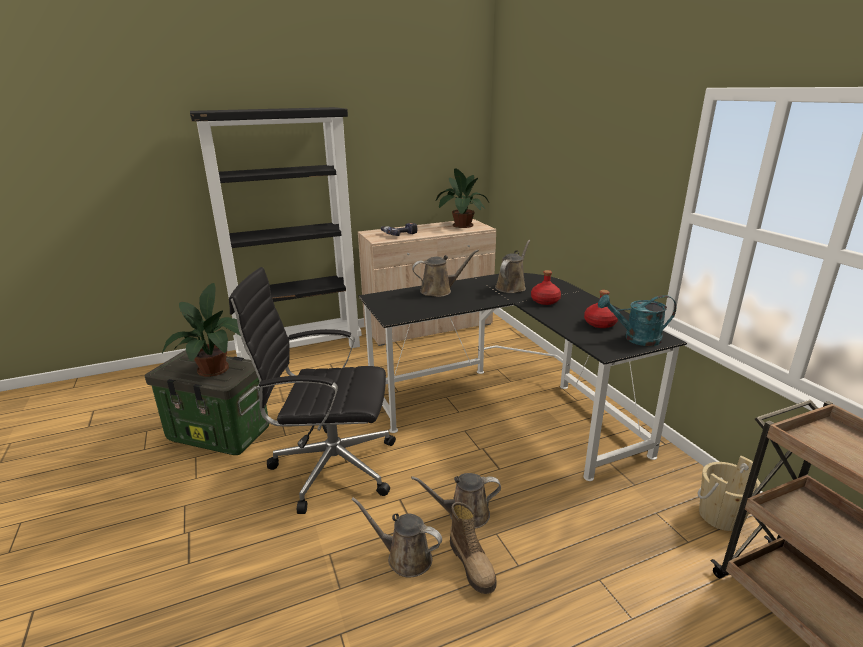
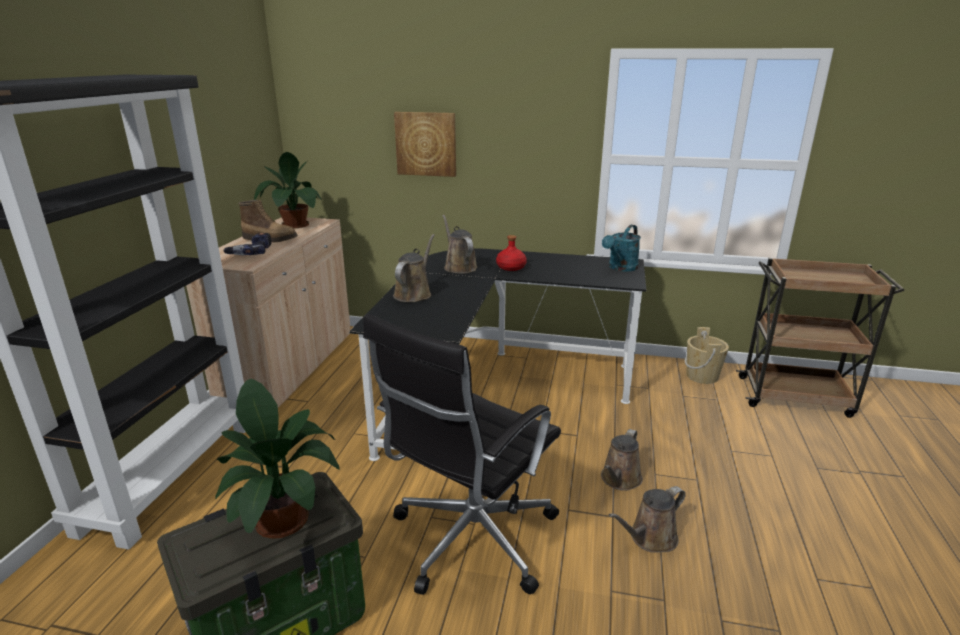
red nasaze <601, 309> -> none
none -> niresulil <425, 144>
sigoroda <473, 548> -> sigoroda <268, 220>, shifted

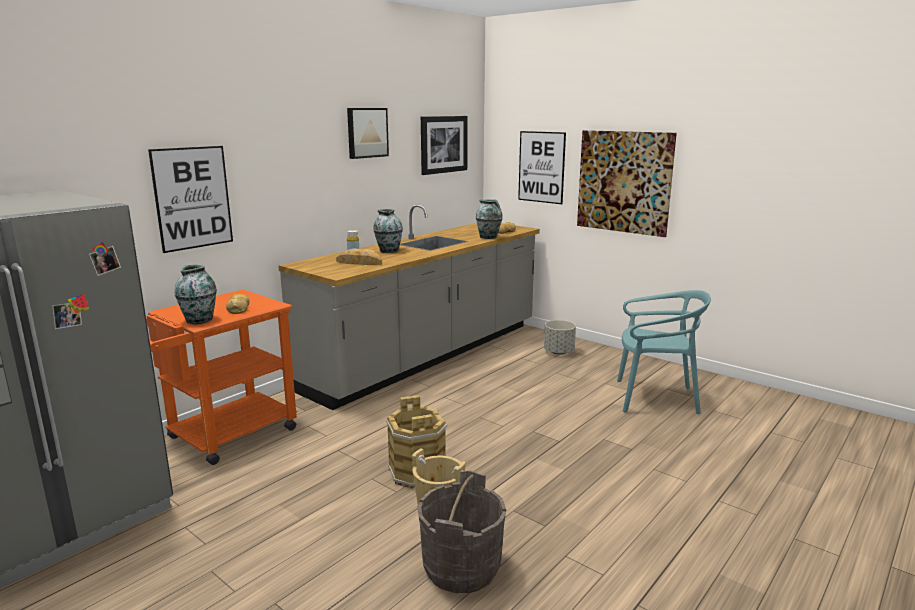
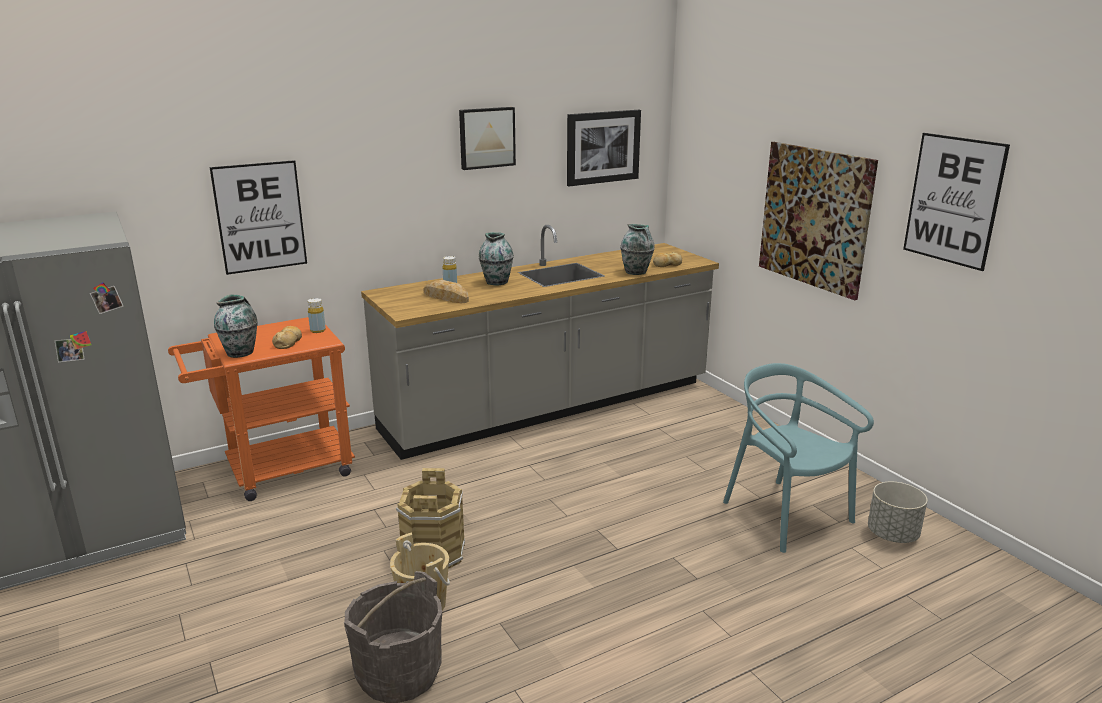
none -> yellow nasaze <317, 315>
niresulil <542, 167> -> niresulil <956, 202>, shifted
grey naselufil <560, 337> -> grey naselufil <897, 512>, shifted
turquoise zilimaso <664, 352> -> turquoise zilimaso <798, 458>, 150 degrees counterclockwise

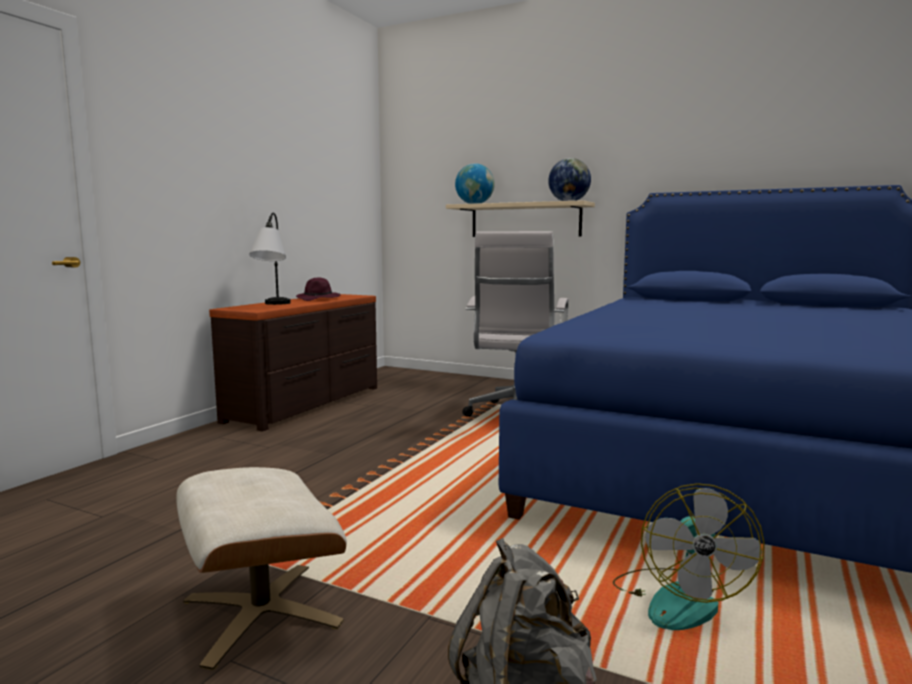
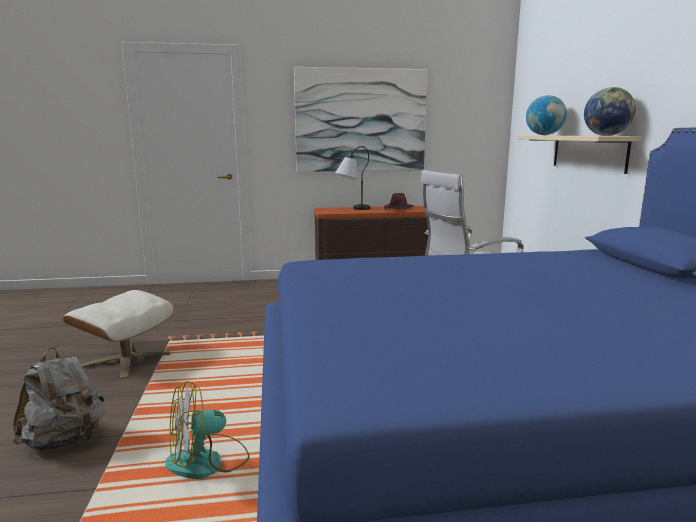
none -> niresulil <361, 119>

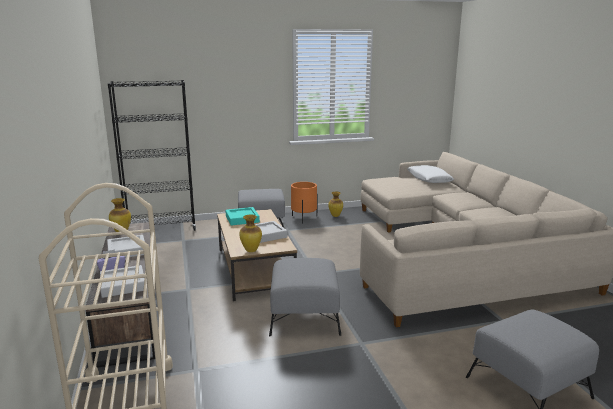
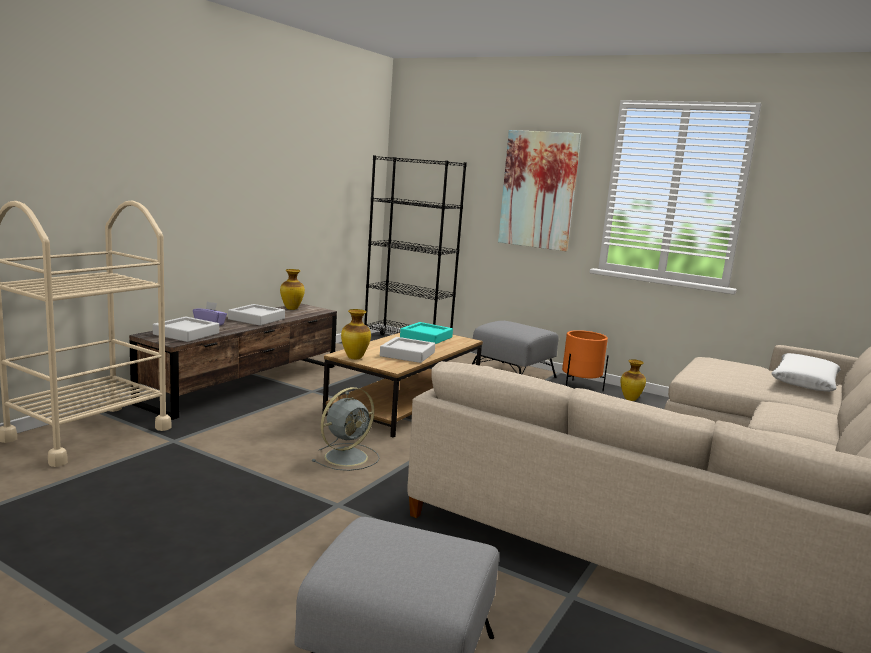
none -> niresulil <539, 190>
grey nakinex <305, 297> -> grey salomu <346, 429>

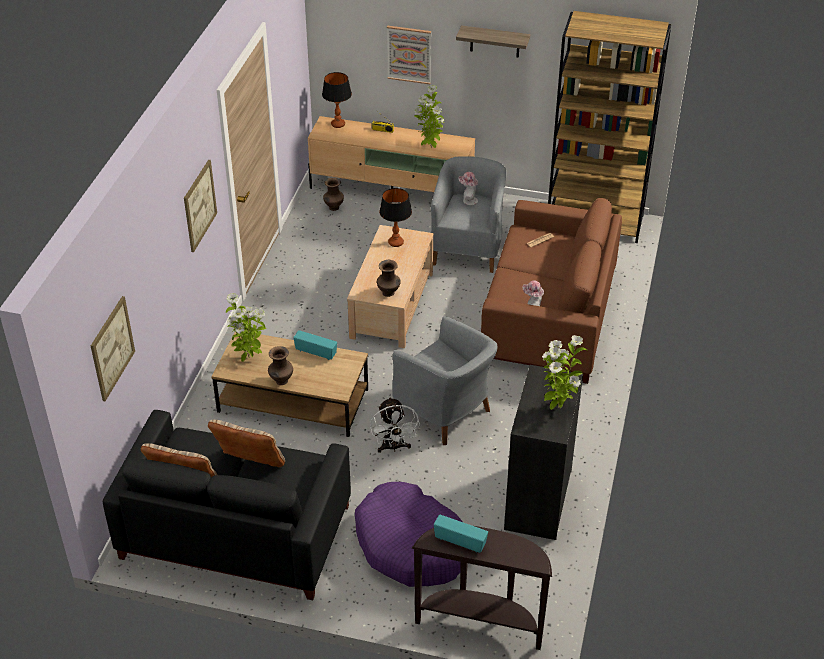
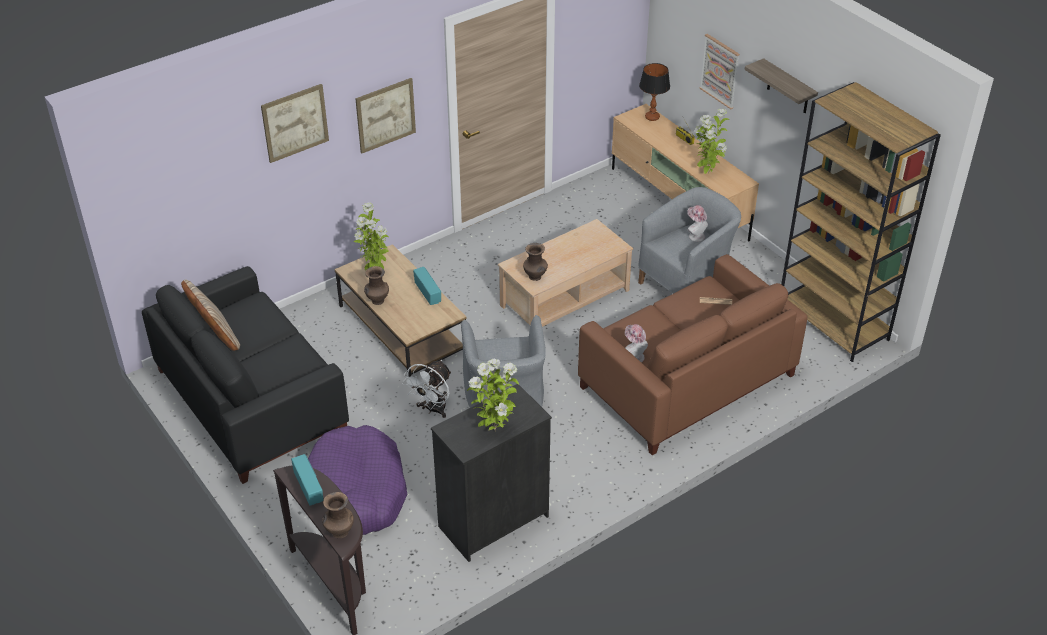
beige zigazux <246, 443> -> none
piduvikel <395, 217> -> none
niresulil <113, 348> -> niresulil <295, 123>, shifted
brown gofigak <333, 194> -> brown gofigak <338, 515>, shifted

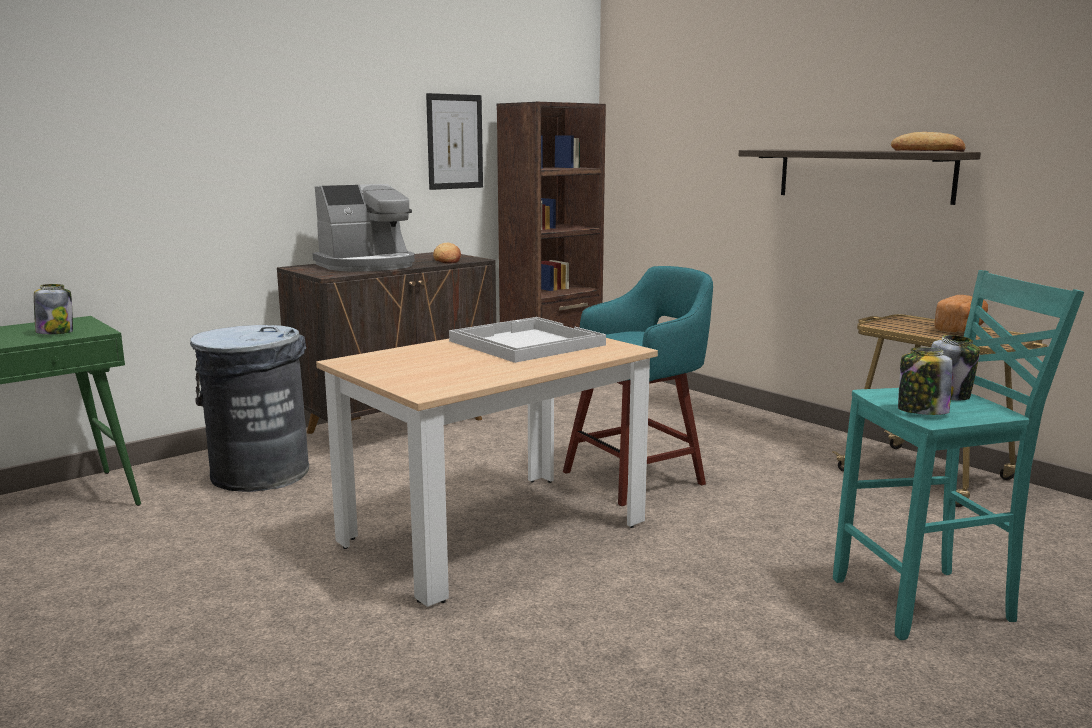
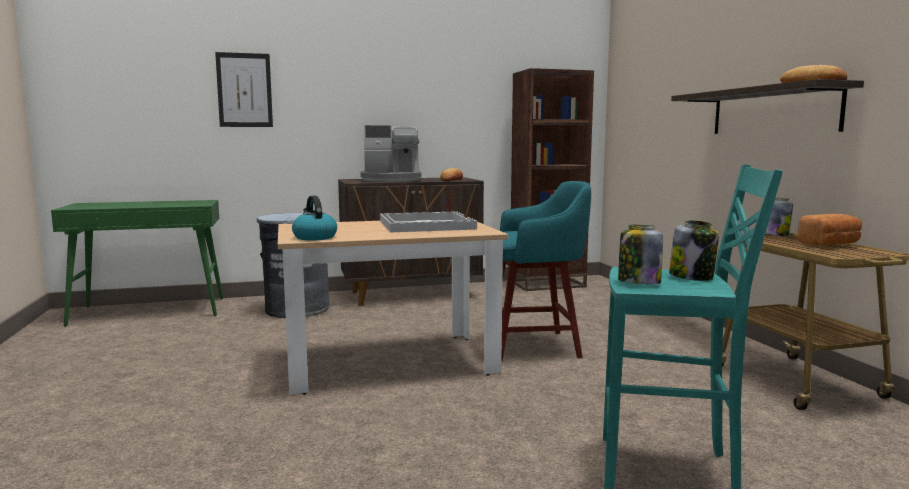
none -> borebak <314, 218>
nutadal <53, 309> -> nutadal <779, 216>, shifted
niresulil <454, 141> -> niresulil <244, 89>, shifted

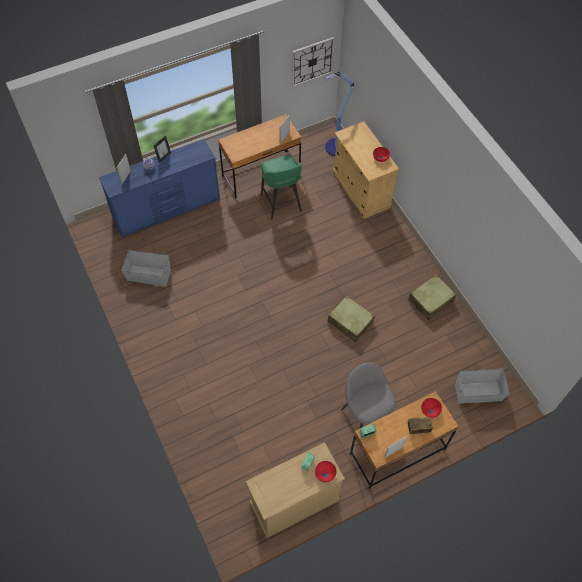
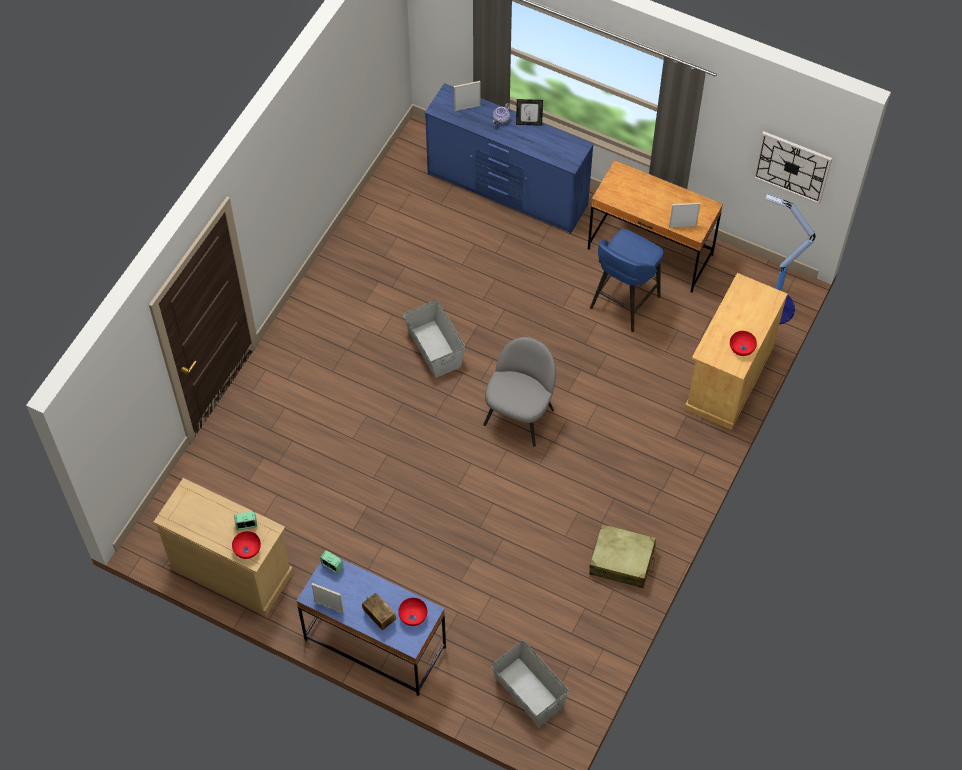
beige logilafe <351, 318> -> none
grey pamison <146, 268> -> grey pamison <434, 339>, shifted
grey zilimaso <368, 395> -> grey zilimaso <519, 392>, shifted
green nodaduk <281, 187> -> blue nodaduk <626, 280>
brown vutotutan <404, 440> -> blue vutotutan <371, 626>

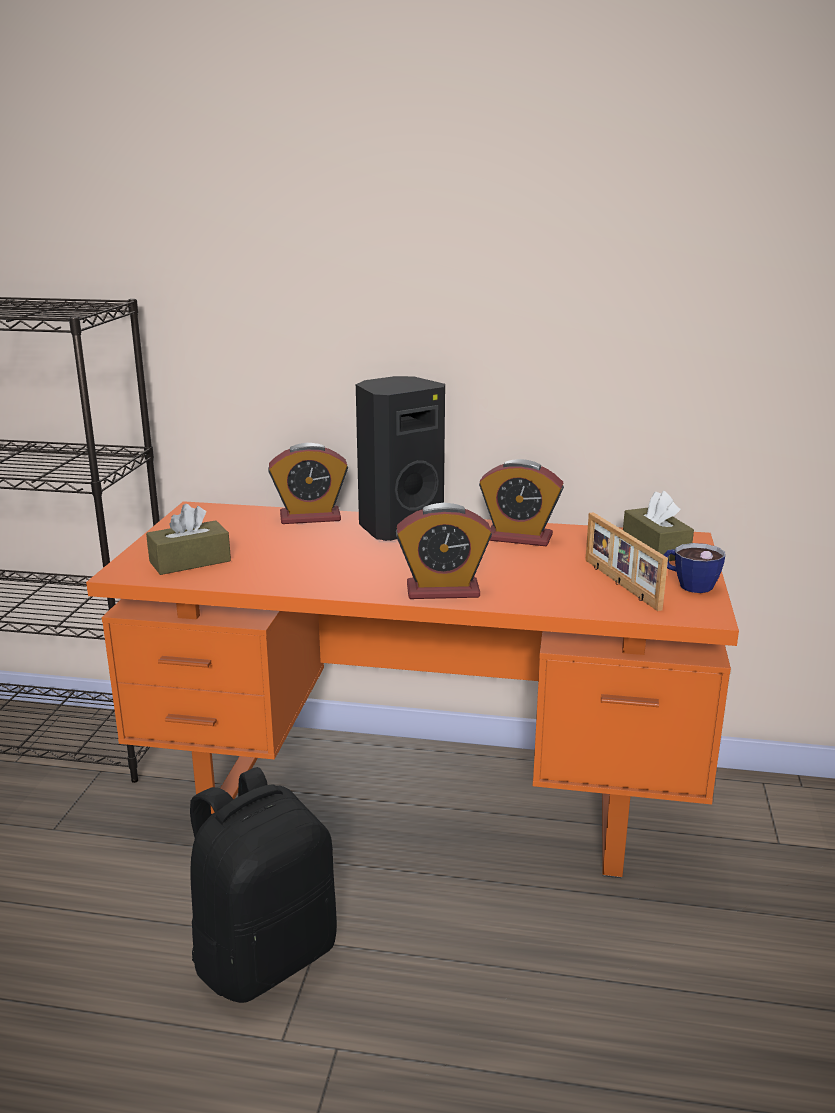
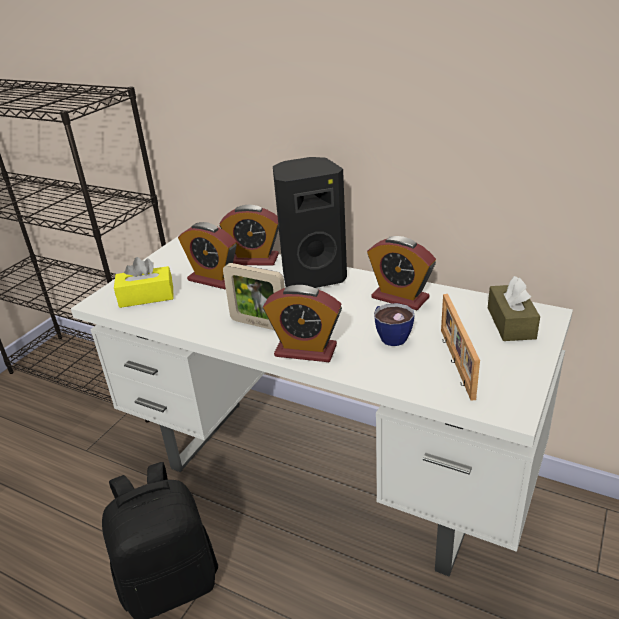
none -> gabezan <207, 255>
none -> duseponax <254, 296>
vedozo <694, 568> -> vedozo <394, 324>, shifted
orange vutotutan <412, 689> -> white vutotutan <322, 406>
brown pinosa <188, 539> -> yellow pinosa <144, 282>

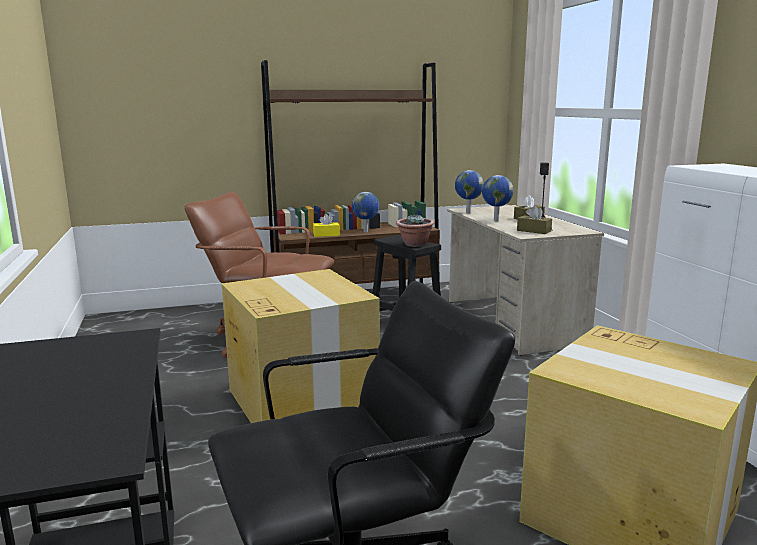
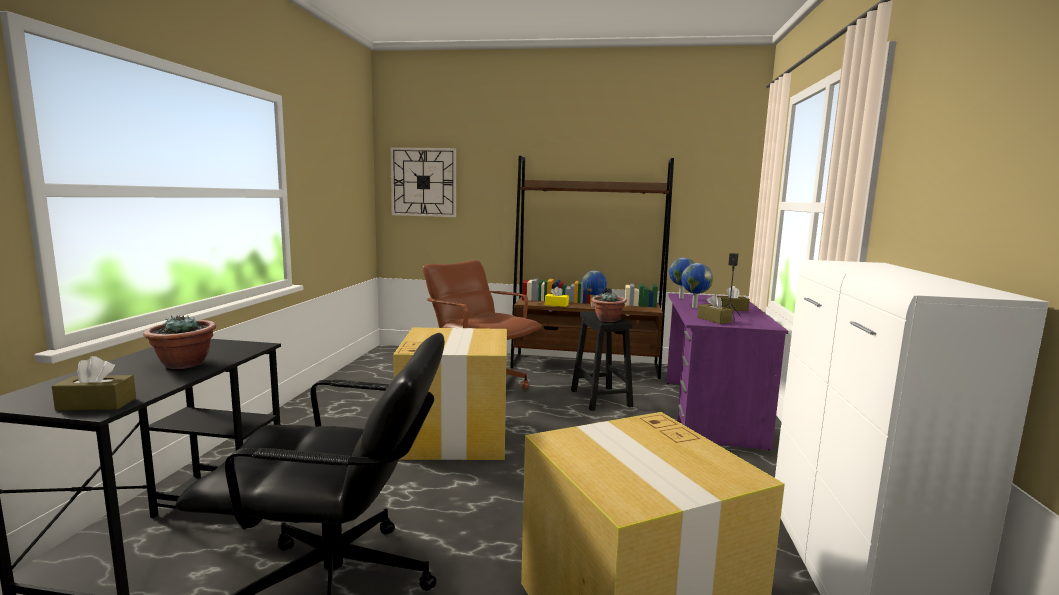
none -> brown pinosa <94, 383>
none -> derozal <179, 342>
none -> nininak <423, 182>
beige vutotutan <525, 280> -> purple vutotutan <727, 371>

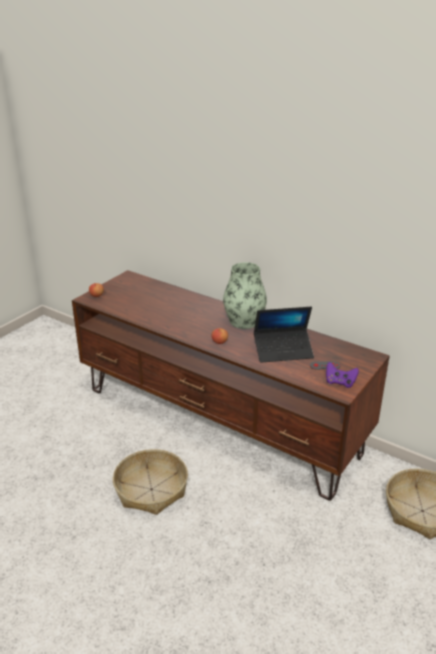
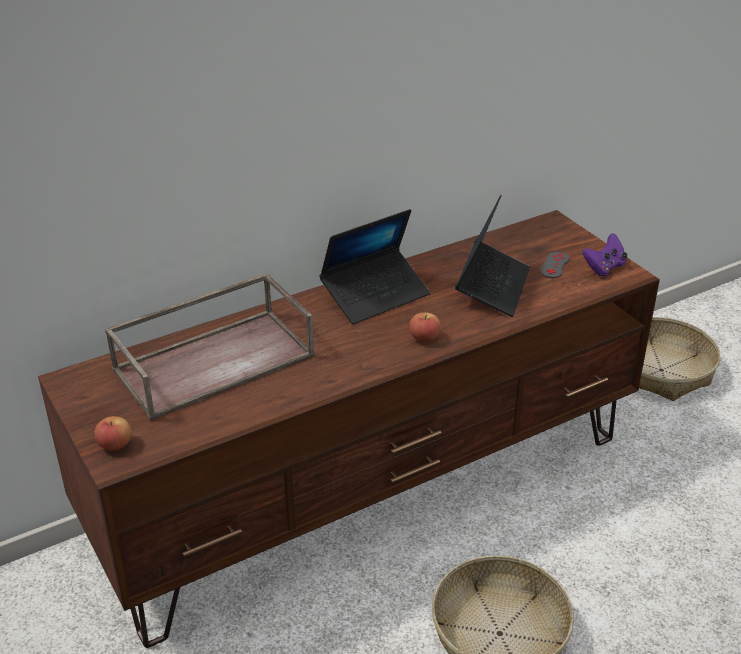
none -> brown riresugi <210, 347>
gofigak <245, 295> -> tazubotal <375, 266>

